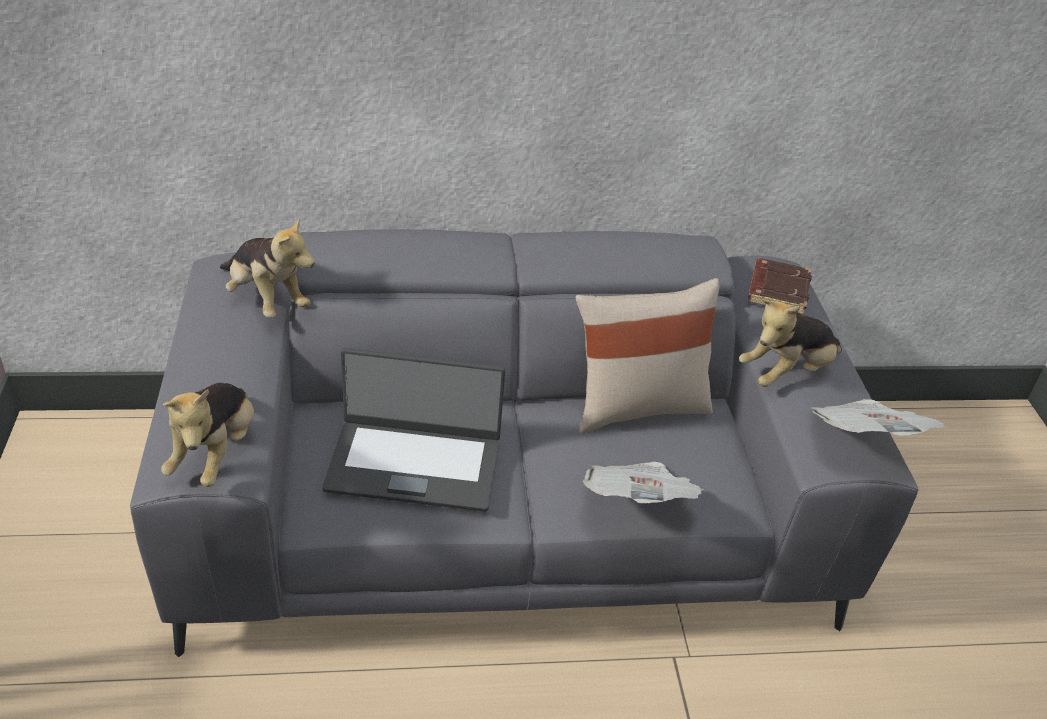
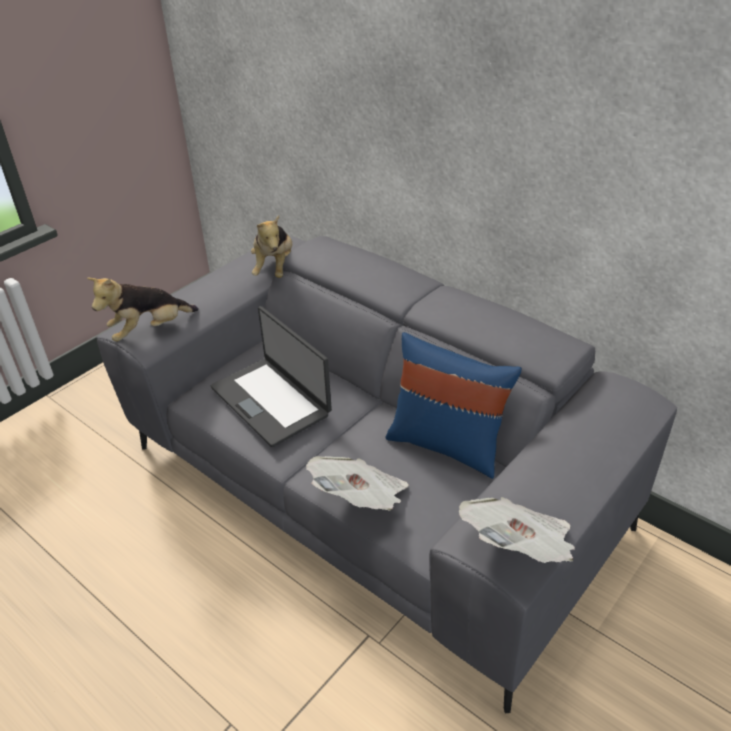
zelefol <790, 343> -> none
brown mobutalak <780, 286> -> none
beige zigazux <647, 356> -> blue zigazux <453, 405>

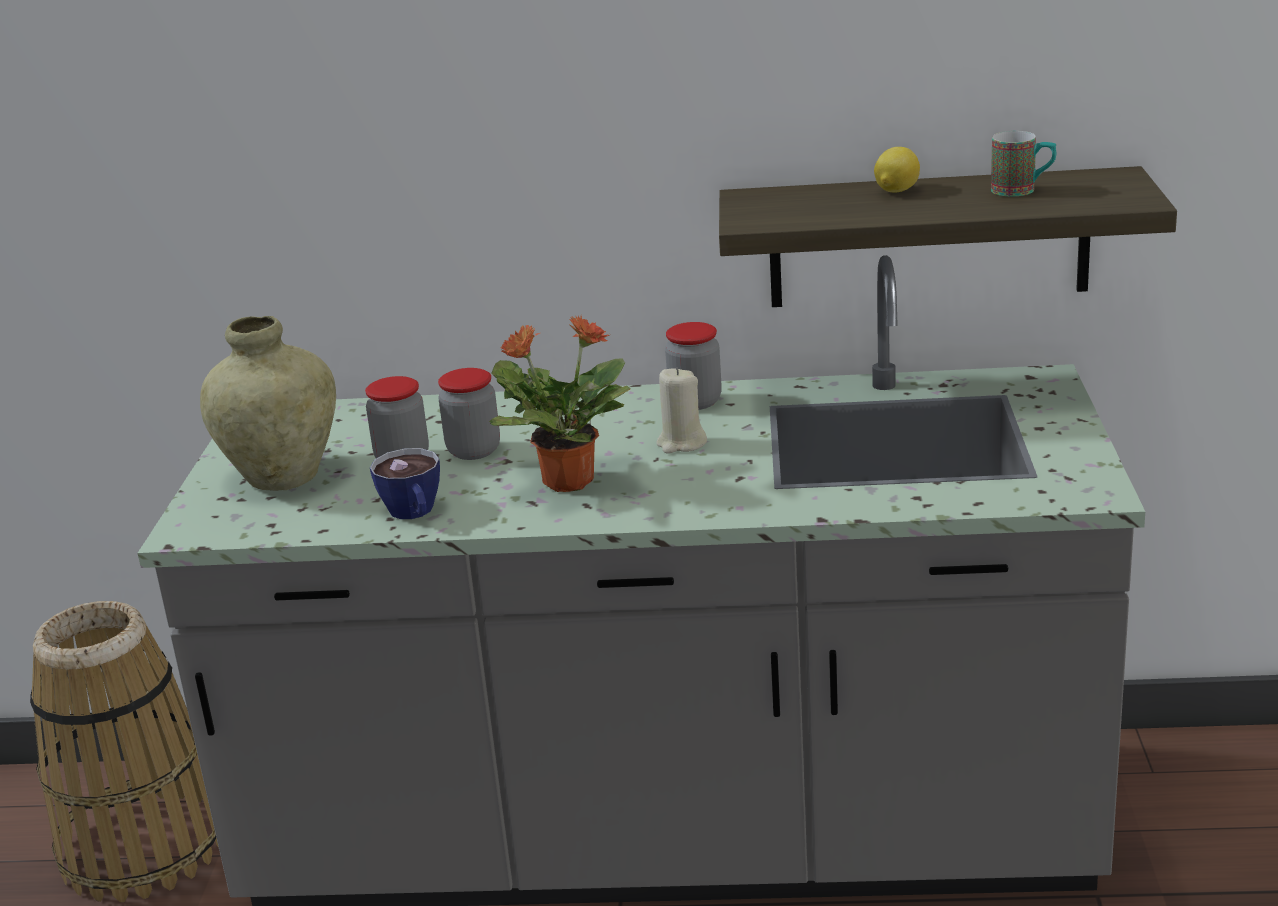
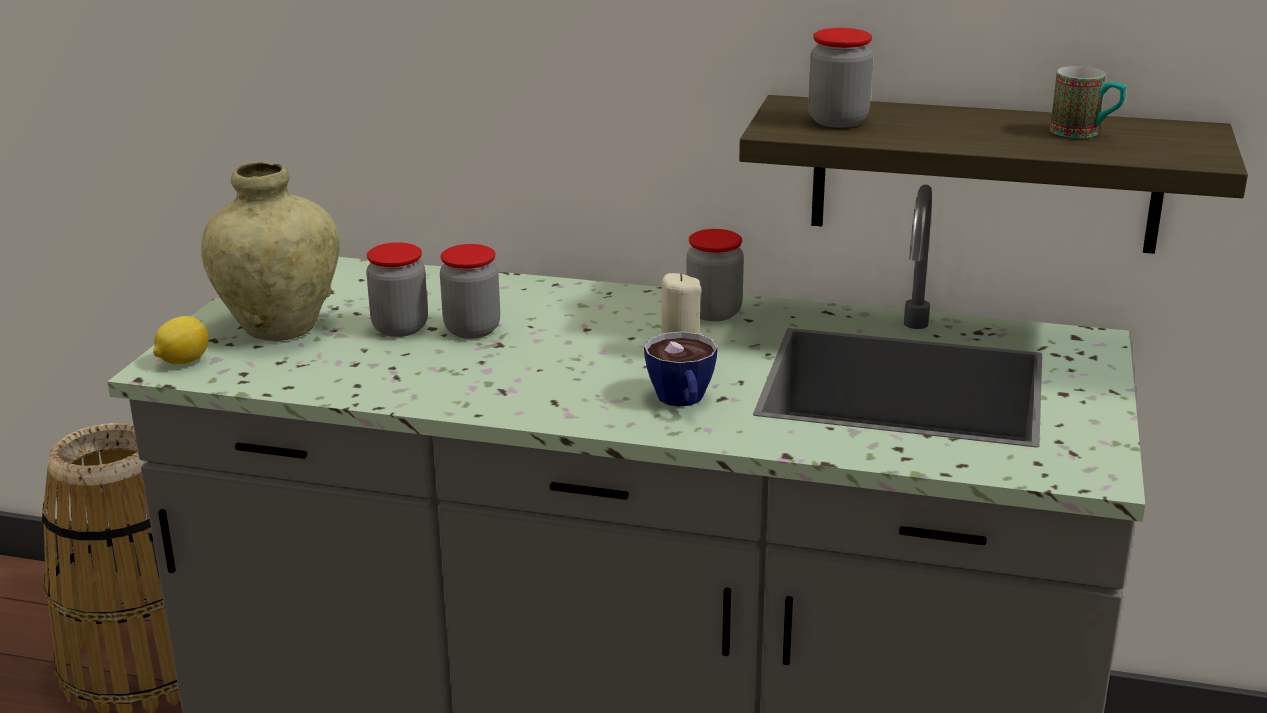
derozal <559, 404> -> none
none -> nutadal <840, 78>
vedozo <405, 483> -> vedozo <681, 369>, shifted
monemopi <897, 170> -> monemopi <181, 340>, shifted

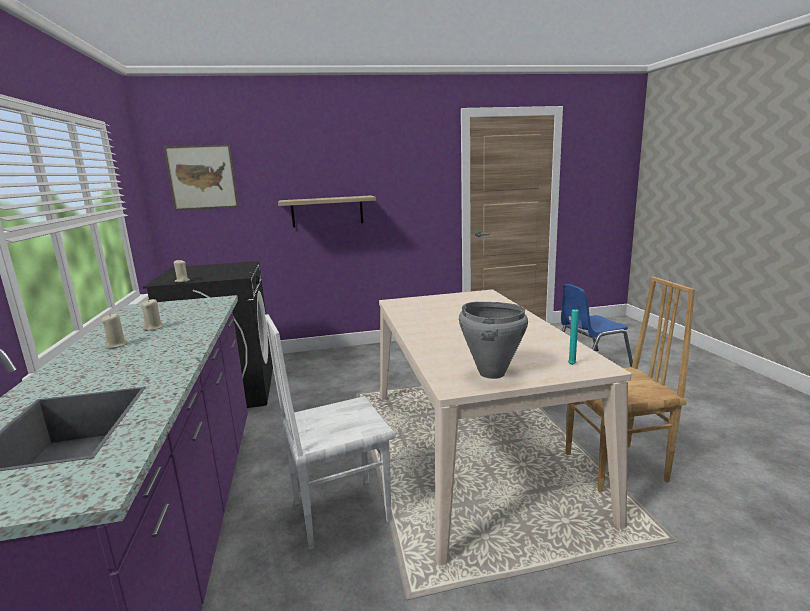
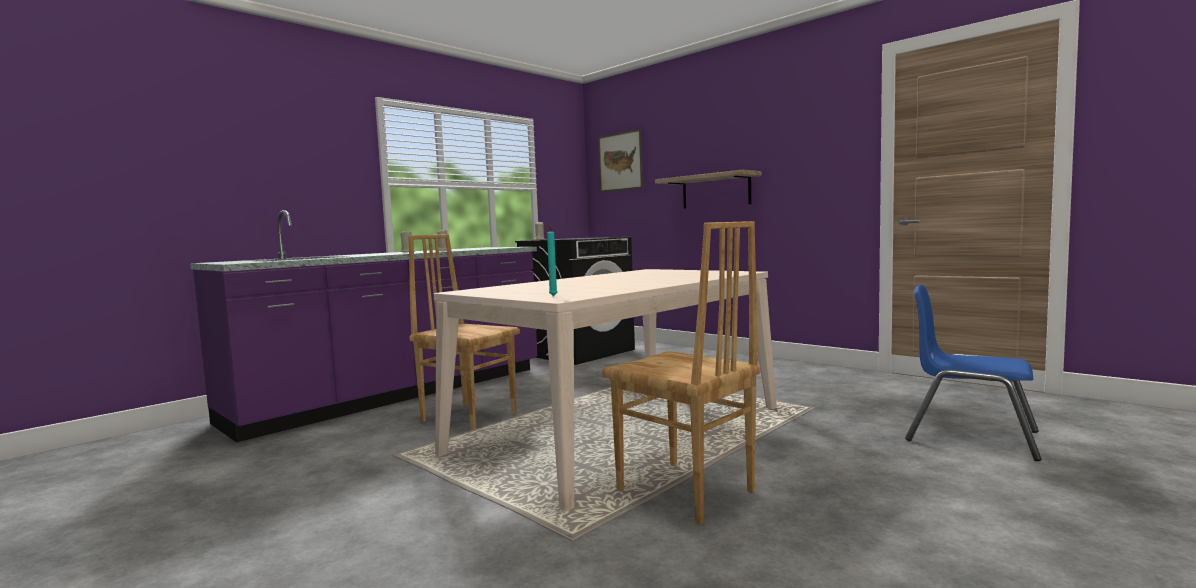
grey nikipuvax <493, 340> -> none
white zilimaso <330, 432> -> brown zilimaso <464, 332>

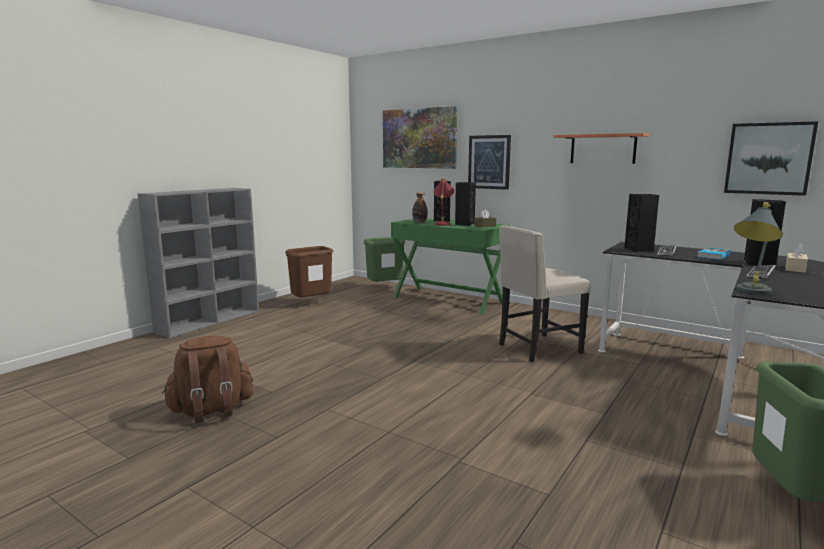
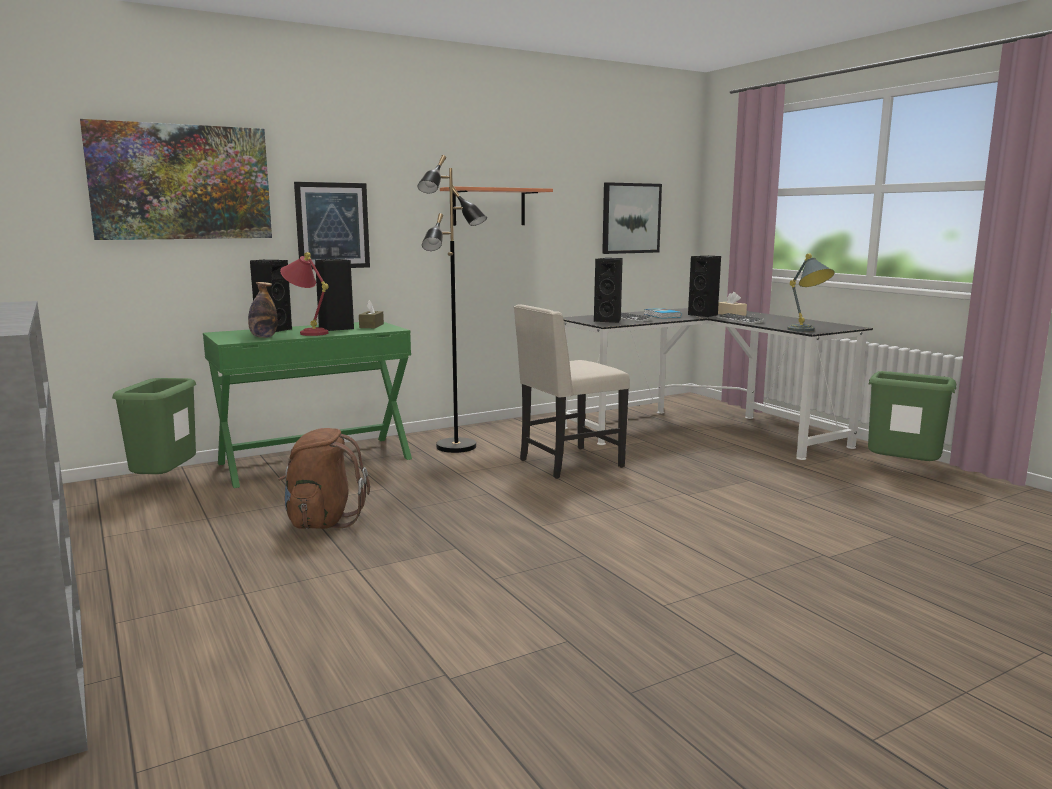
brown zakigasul <309, 271> -> none
none -> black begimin <452, 304>
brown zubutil <207, 380> -> brown zubutil <324, 478>, shifted
beige zilimaso <545, 294> -> beige zilimaso <572, 391>, 60 degrees clockwise

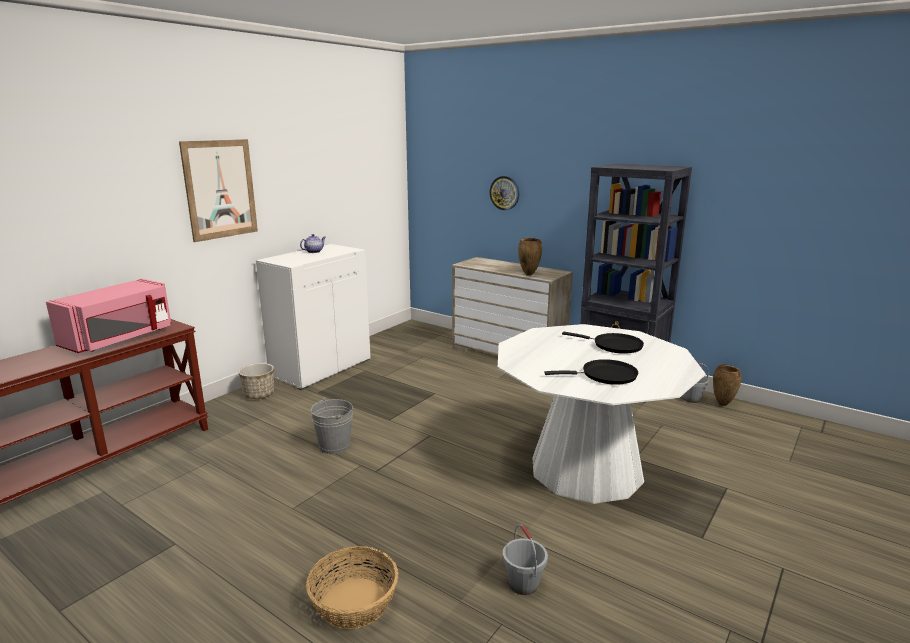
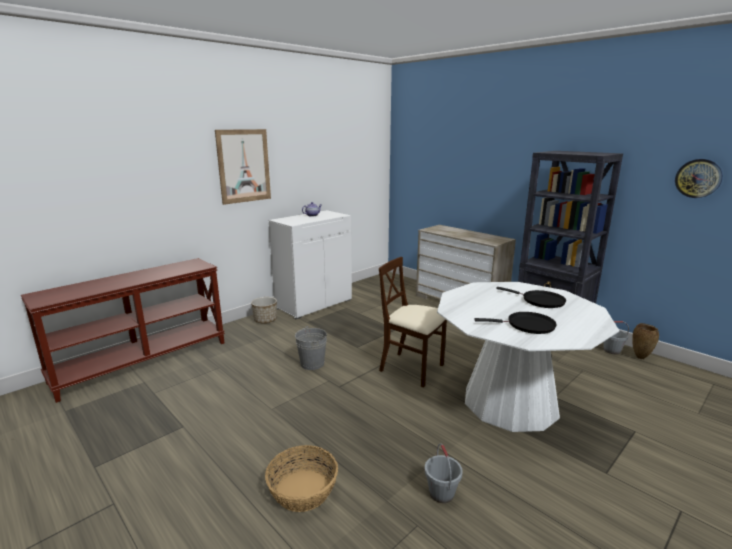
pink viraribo <108, 316> -> none
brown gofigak <530, 257> -> none
none -> beige zilimaso <413, 322>
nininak <504, 193> -> nininak <699, 178>, shifted

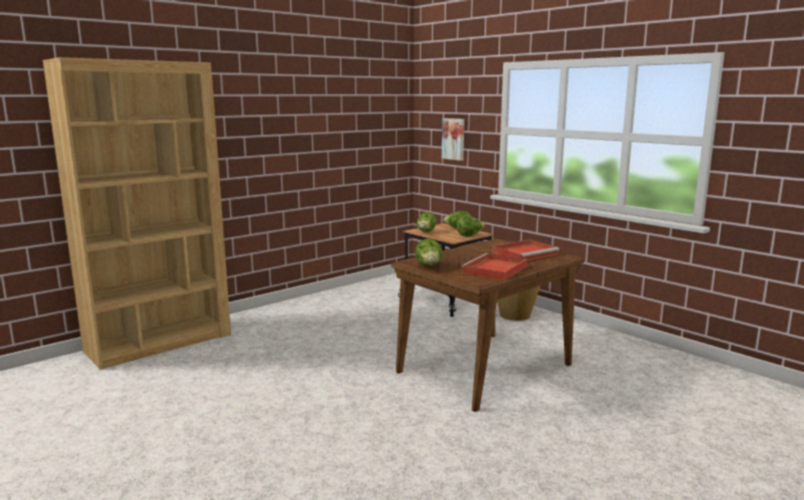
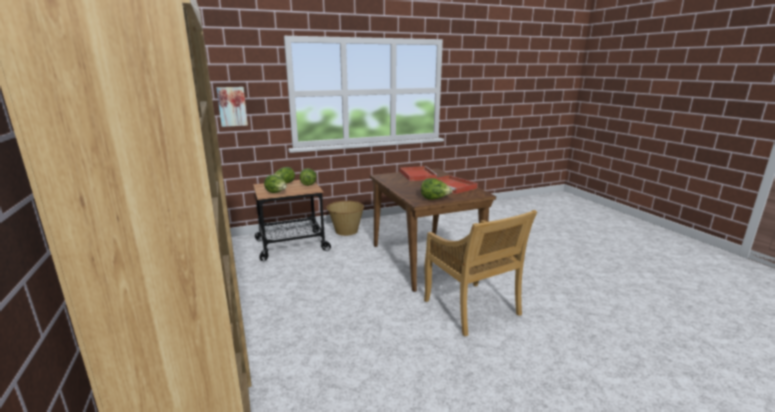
none -> beige zilimaso <480, 273>

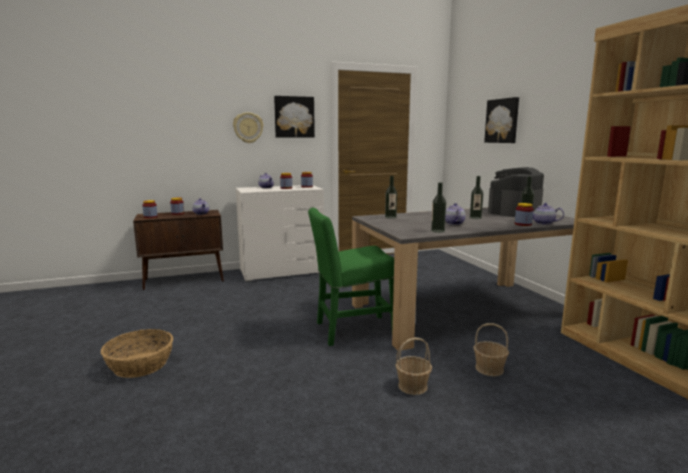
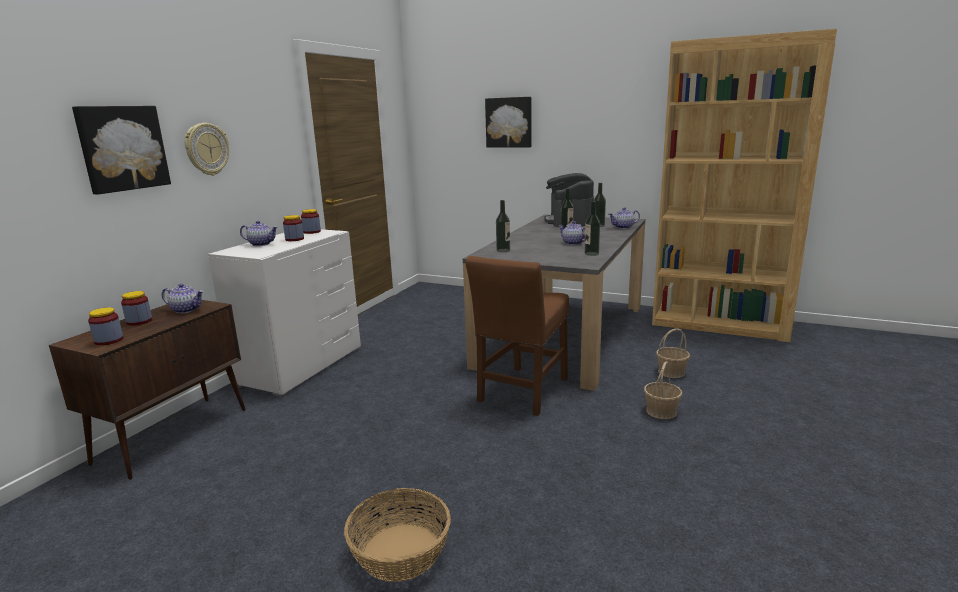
nutadal <524, 214> -> none
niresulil <294, 117> -> niresulil <121, 150>, shifted
green zilimaso <351, 277> -> brown zilimaso <517, 336>

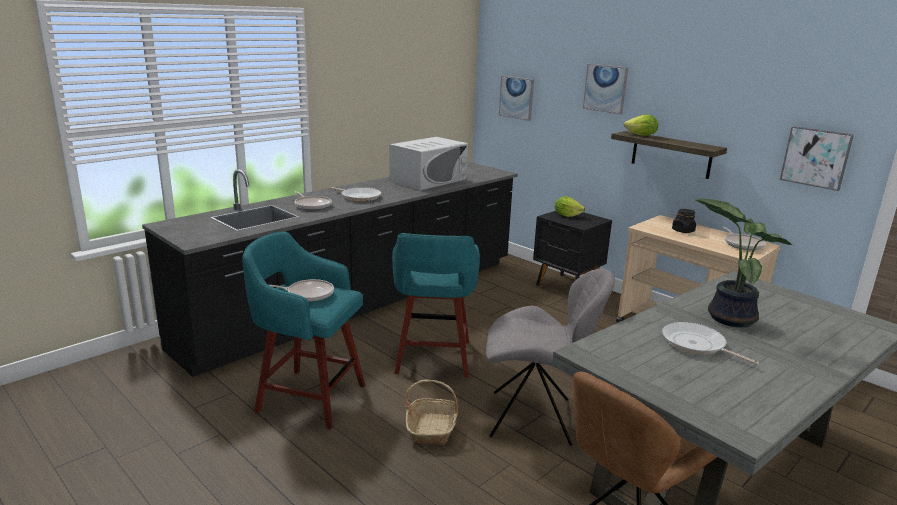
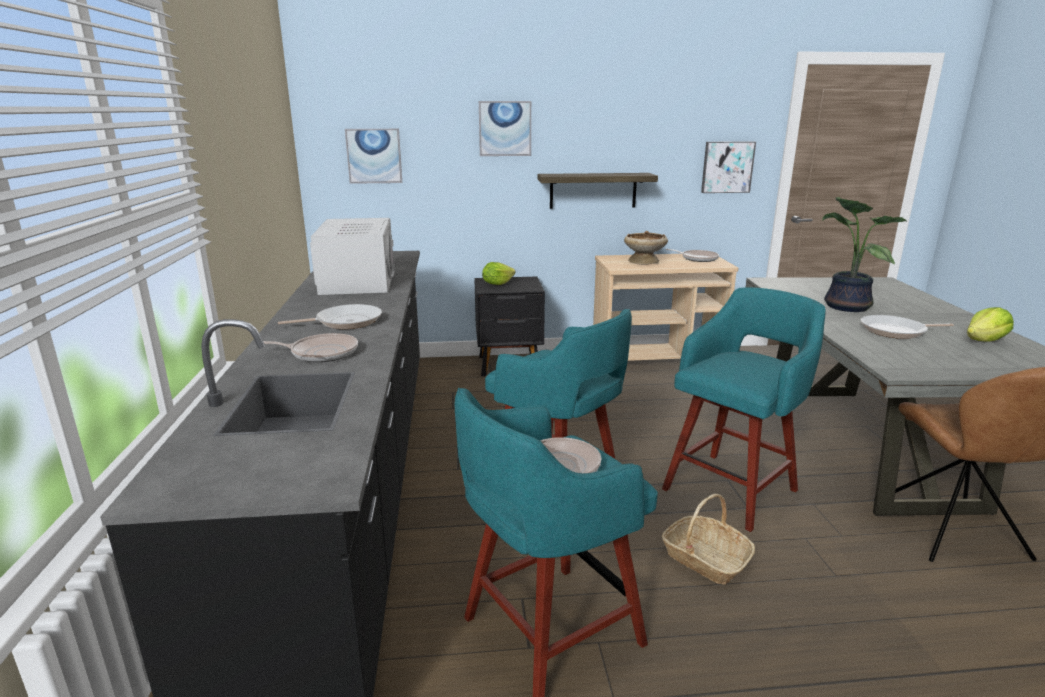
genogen <641, 125> -> genogen <990, 324>, shifted
grey zilimaso <550, 357> -> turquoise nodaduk <744, 409>
black nutadal <684, 221> -> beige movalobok <646, 248>

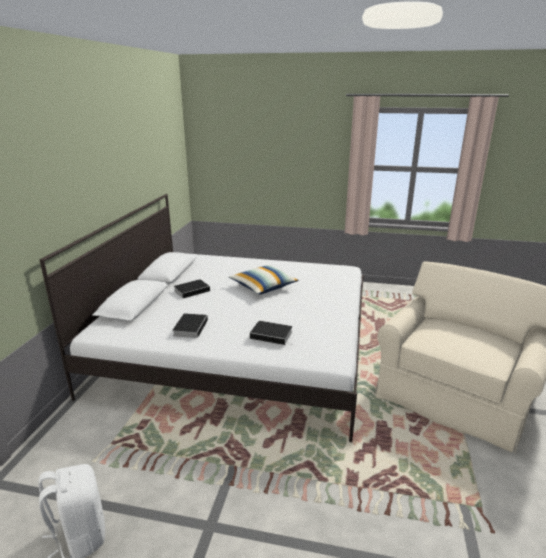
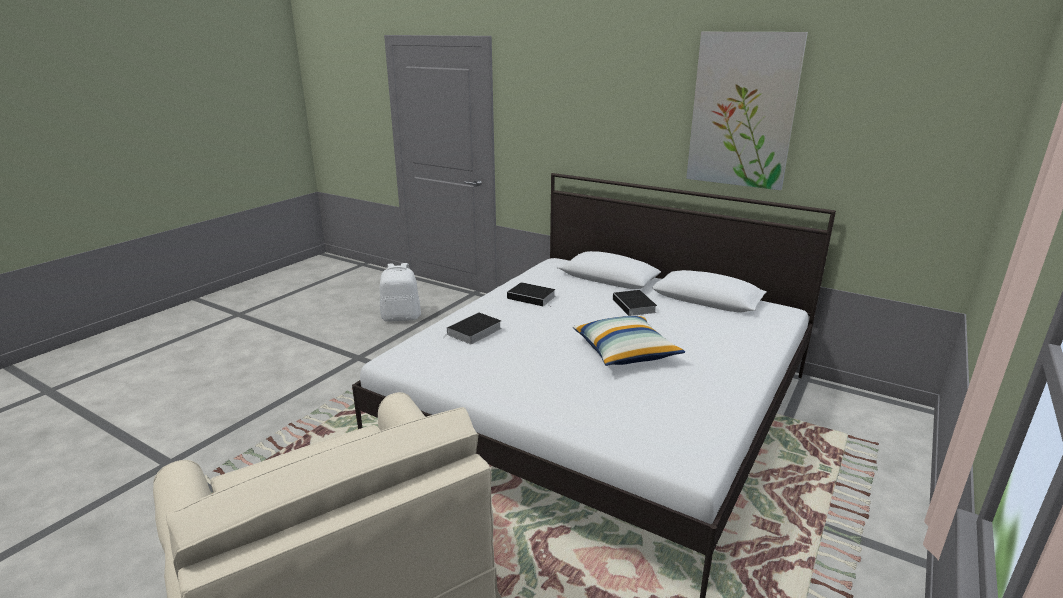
none -> niresulil <747, 111>

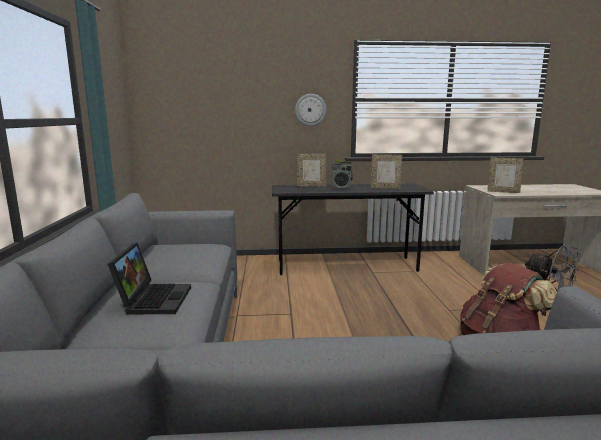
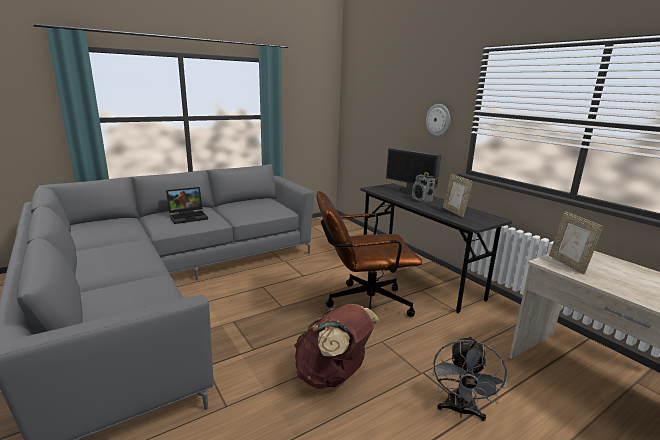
none -> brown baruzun <369, 254>
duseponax <311, 170> -> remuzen <413, 171>

